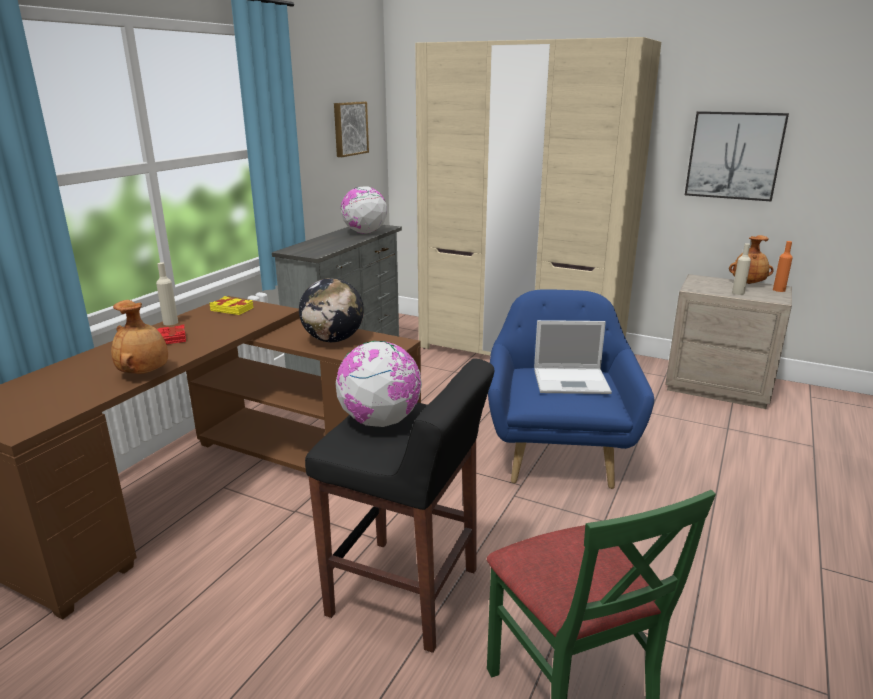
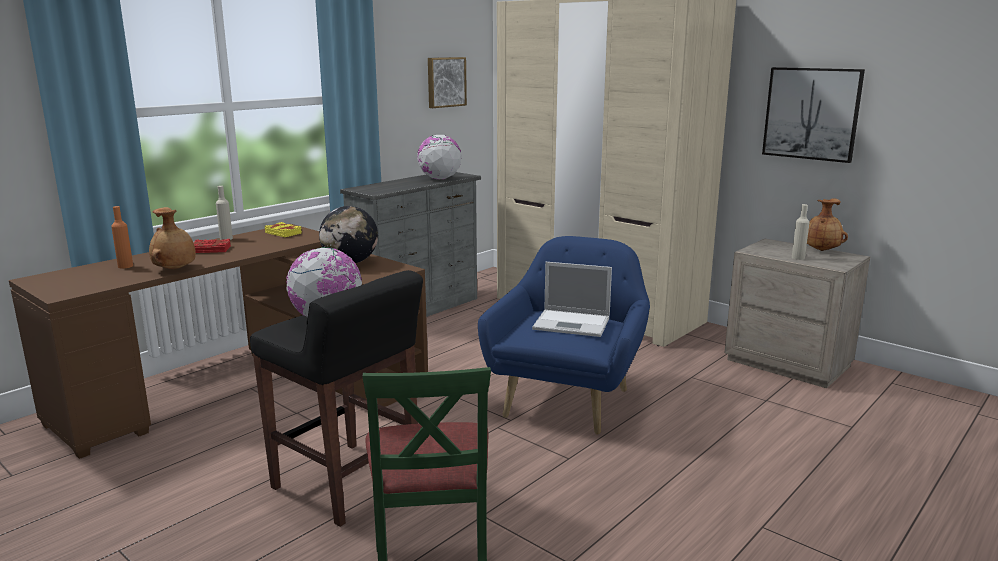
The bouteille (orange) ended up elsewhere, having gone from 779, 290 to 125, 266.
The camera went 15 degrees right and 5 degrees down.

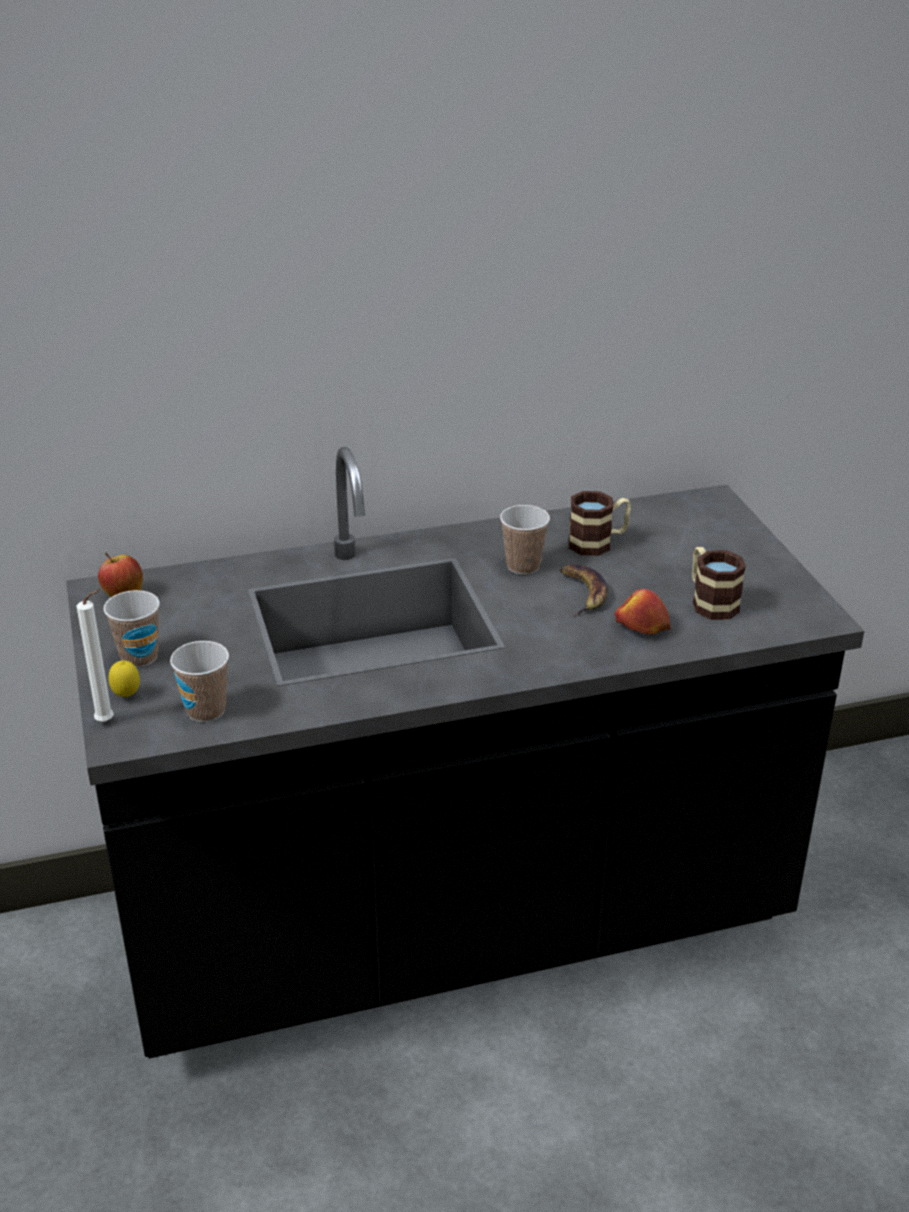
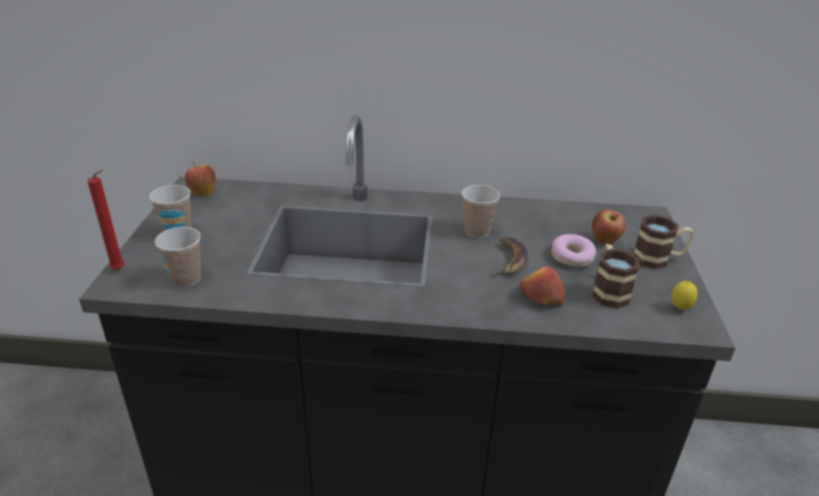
The mug ended up elsewhere, having gone from 598, 543 to 658, 259.
What was the bougie (blanc) at 108, 721 turned into the bougie (rouge) at 120, 270.
The citron ended up elsewhere, having gone from 127, 696 to 679, 309.
The second view gained the pomme at 605, 241.
The second view gained the beignet at 572, 257.
The camera went 20 degrees right and 0 degrees up.

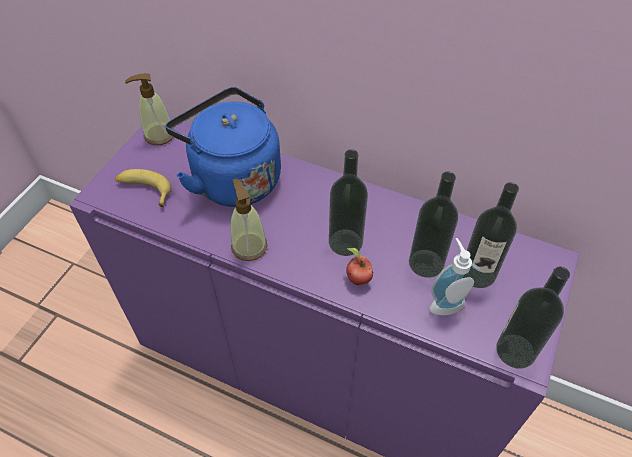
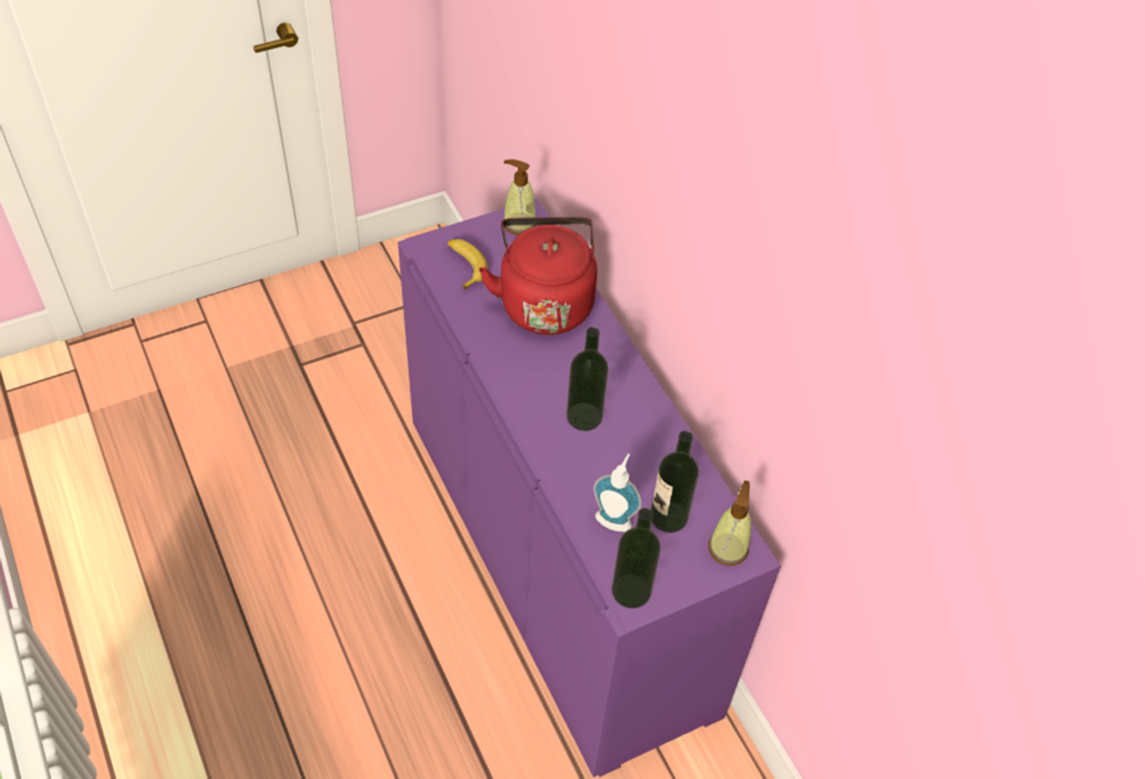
What was the bouilloire (bleu) at 232, 178 turned into the bouilloire (rouge) at 545, 301.
The second view lost the bouteille at 426, 263.
The distributeur de savon ended up elsewhere, having gone from 249, 246 to 728, 548.
The second view lost the pomme at 357, 279.
The camera went 35 degrees right and 0 degrees up.

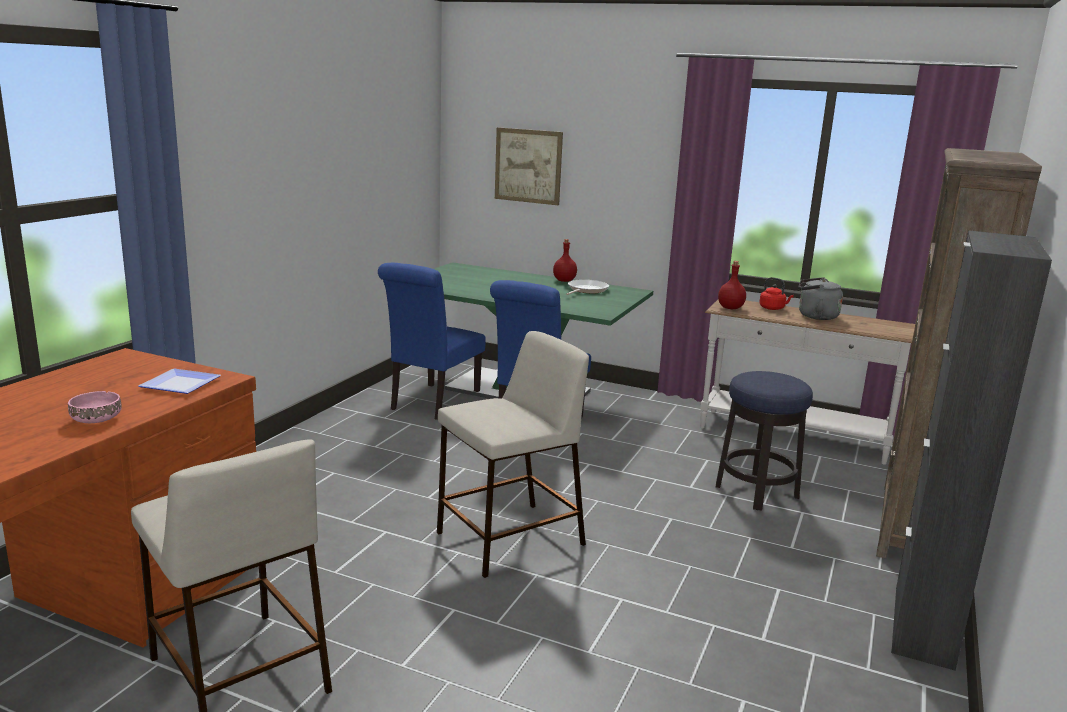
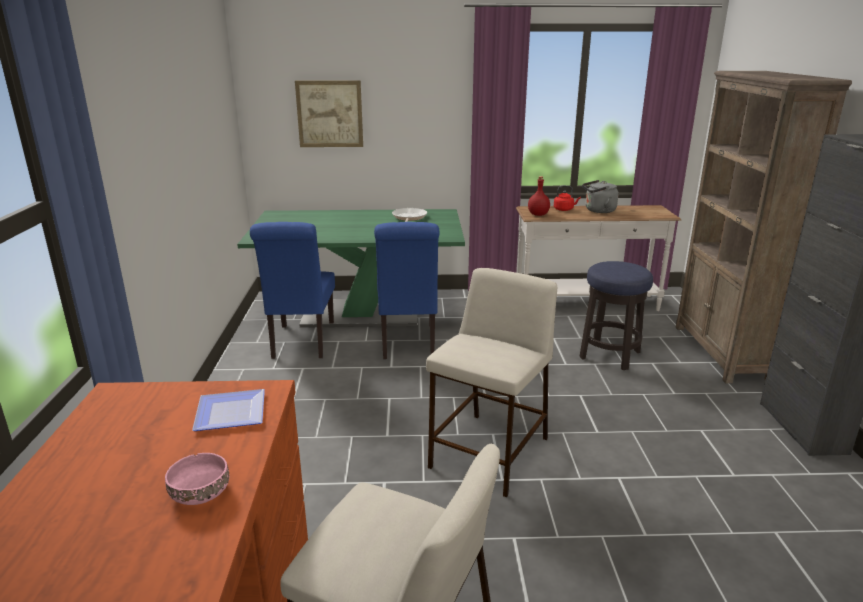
The second view lost the bouteille (rouge) at 564, 280.
The camera went 25 degrees left and 5 degrees up.

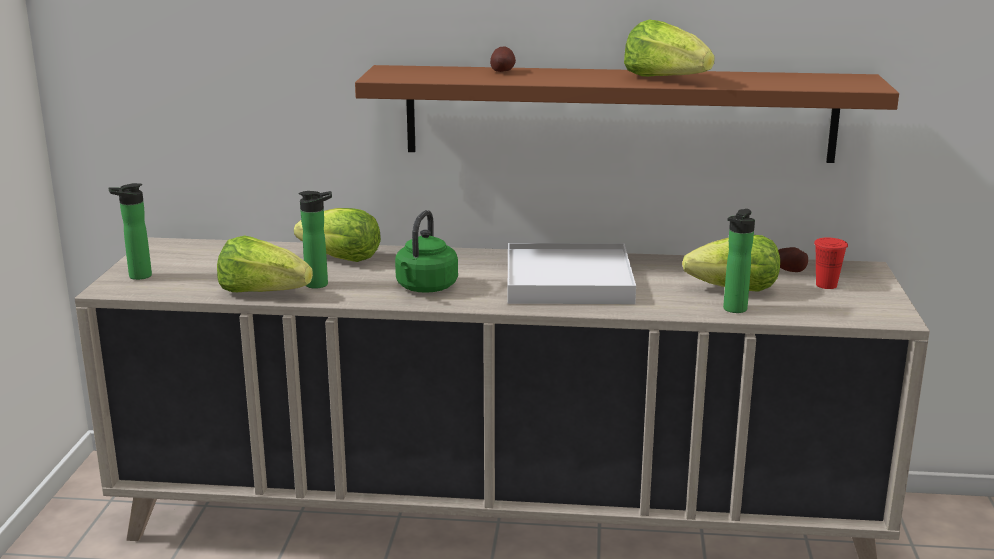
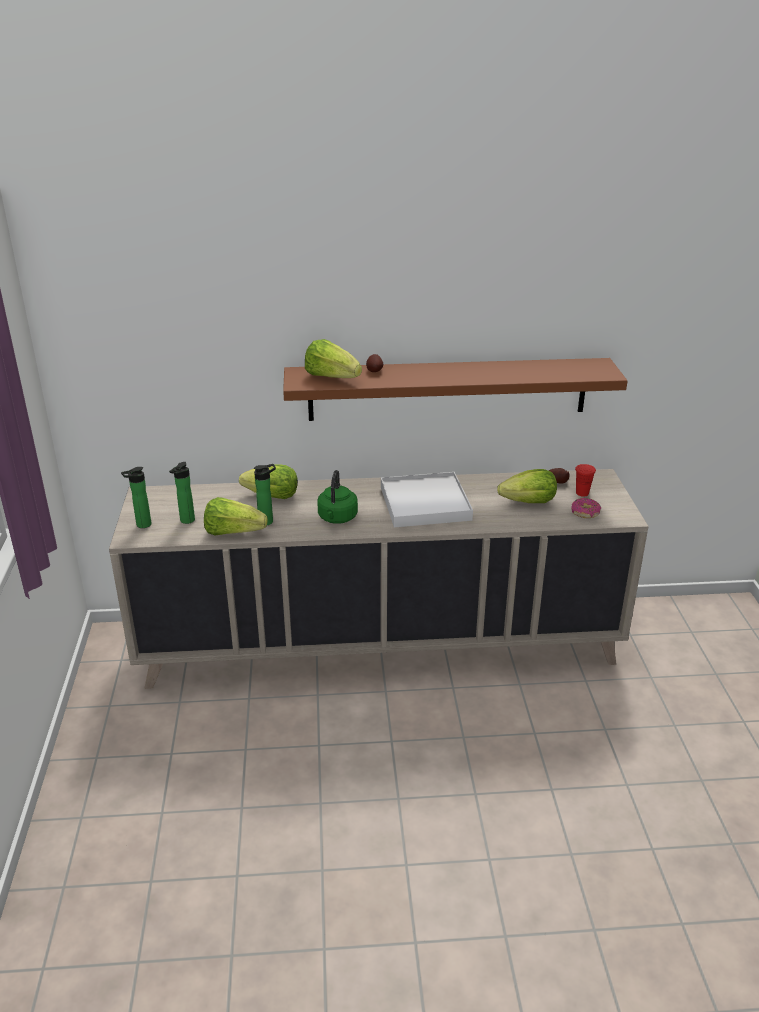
The laitue ended up elsewhere, having gone from 664, 79 to 332, 377.
The bouteille ended up elsewhere, having gone from 733, 310 to 186, 521.
The second view gained the beignet at 585, 513.
The camera went 10 degrees left and 10 degrees up.

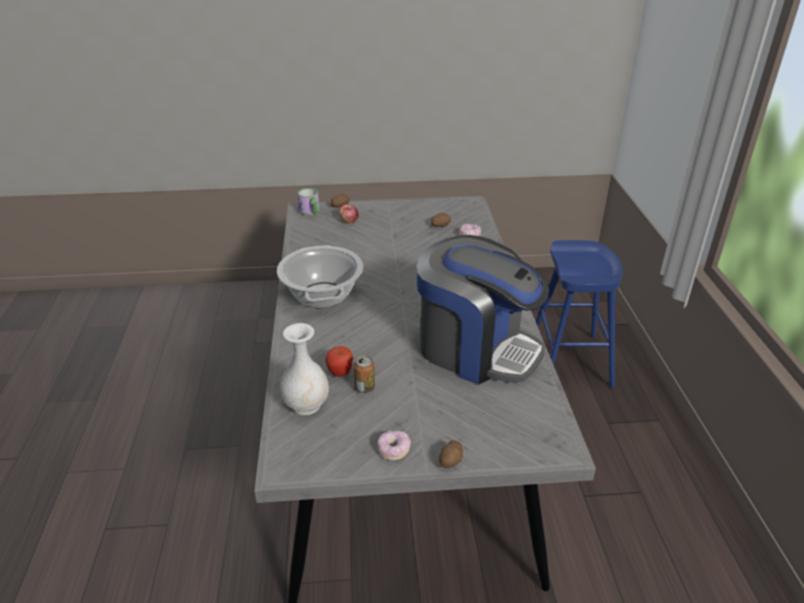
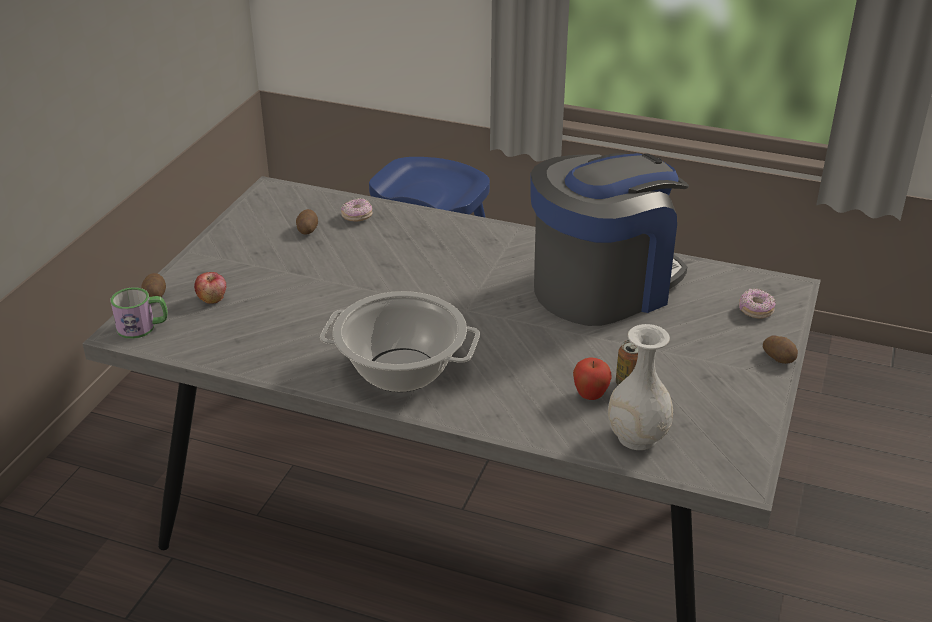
The beignet ended up elsewhere, having gone from 394, 450 to 755, 310.
The camera went 65 degrees left and 0 degrees up.

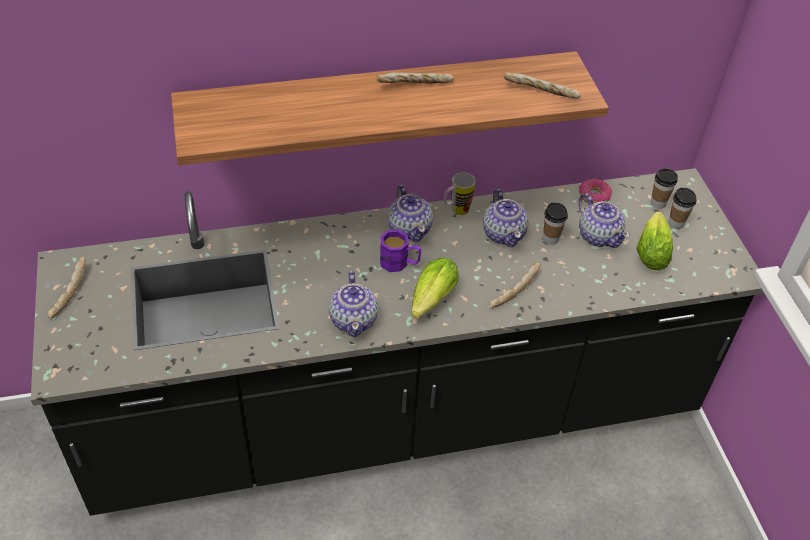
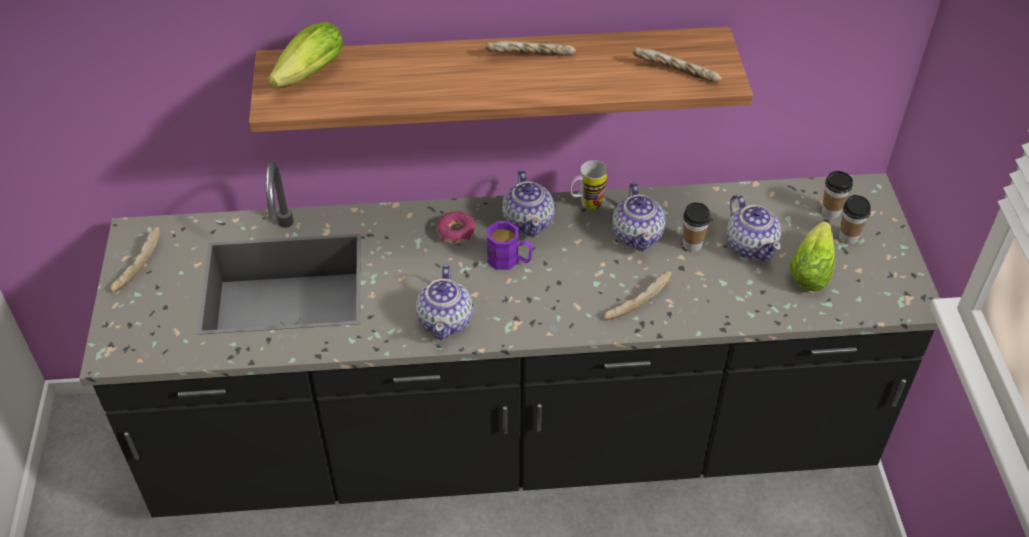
The beignet ended up elsewhere, having gone from 594, 196 to 456, 233.
The laitue ended up elsewhere, having gone from 430, 301 to 306, 76.
The camera went 10 degrees right and 0 degrees up.

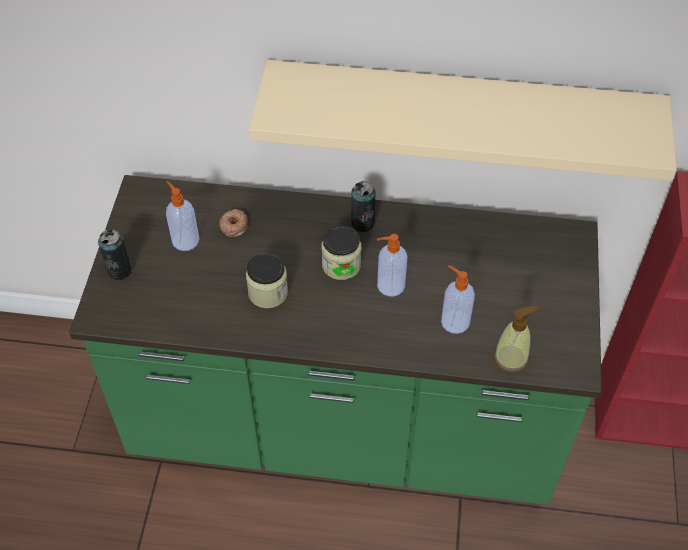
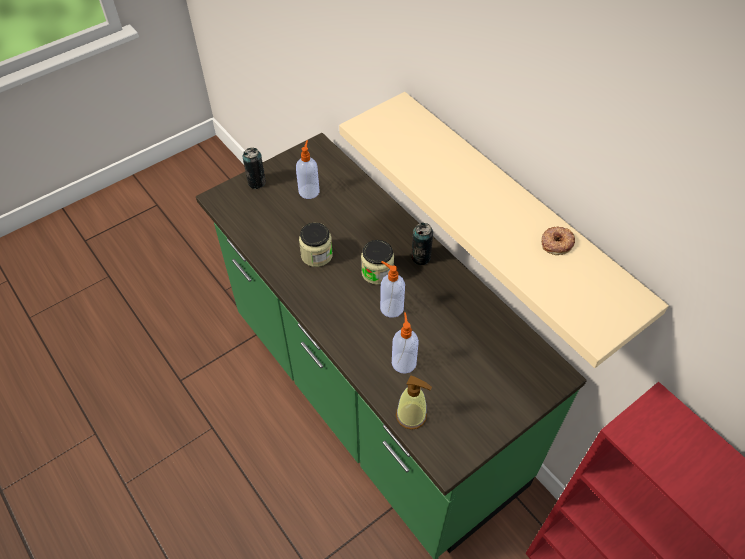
The beignet ended up elsewhere, having gone from 233, 225 to 556, 243.
The camera went 45 degrees right and 0 degrees up.

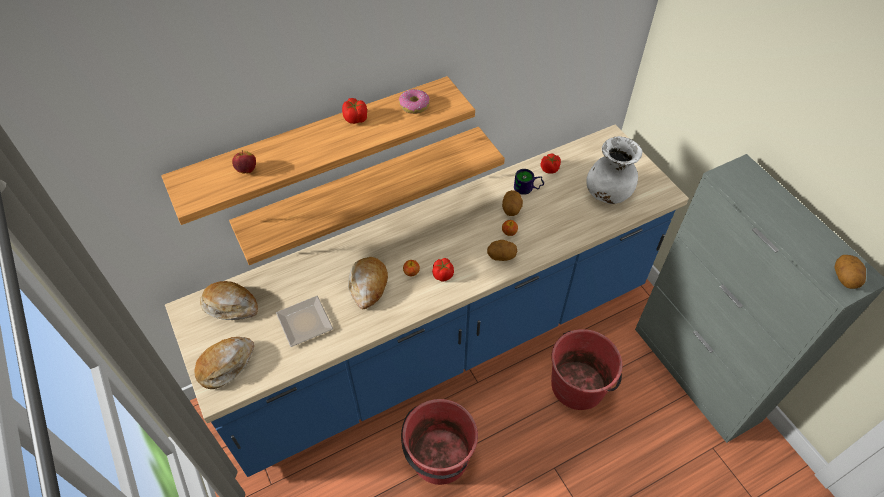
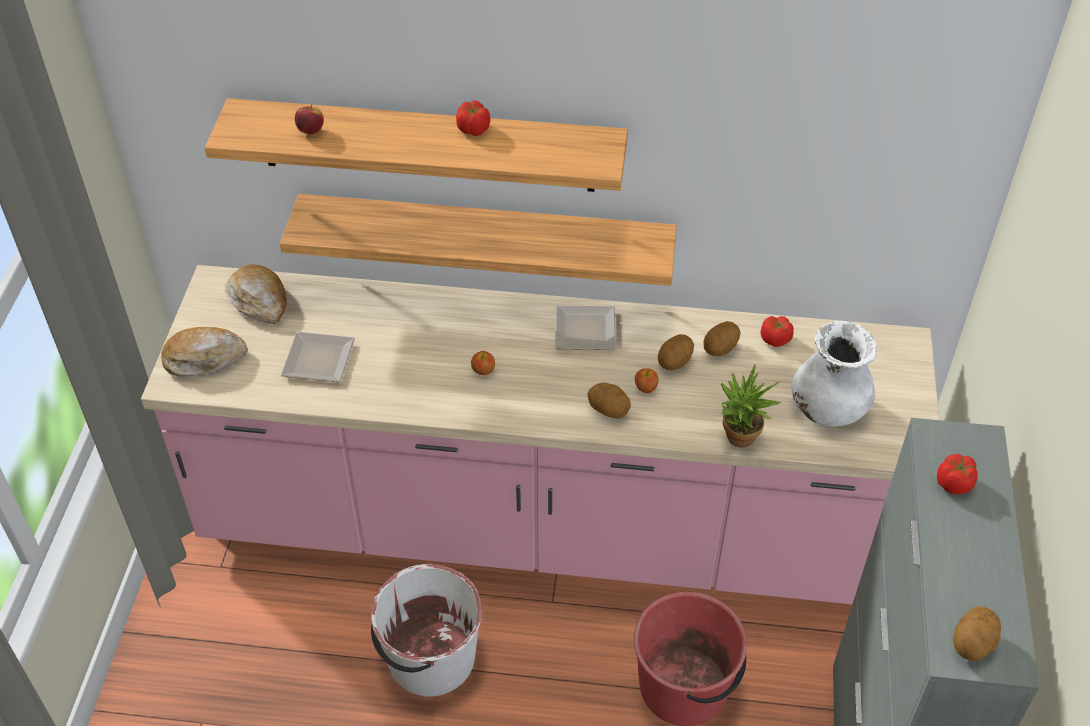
The second view lost the beignet at 414, 105.
What was the comptoir de cuisine (bleu) at 442, 344 turned into the comptoir de cuisine (rose) at 545, 529.
Where the mug stood at 528, 189, the pomme de terre came to stand at 720, 349.
The second view lost the pain at 368, 285.
The tomate ended up elsewhere, having gone from 443, 274 to 954, 483.
What was the seau (rouge) at 439, 457 turned into the seau (blanc) at 430, 659.
The second view gained the assiette at 587, 332.
The second view gained the plante en pot at 739, 441.
The camera went 35 degrees right and 5 degrees down.

